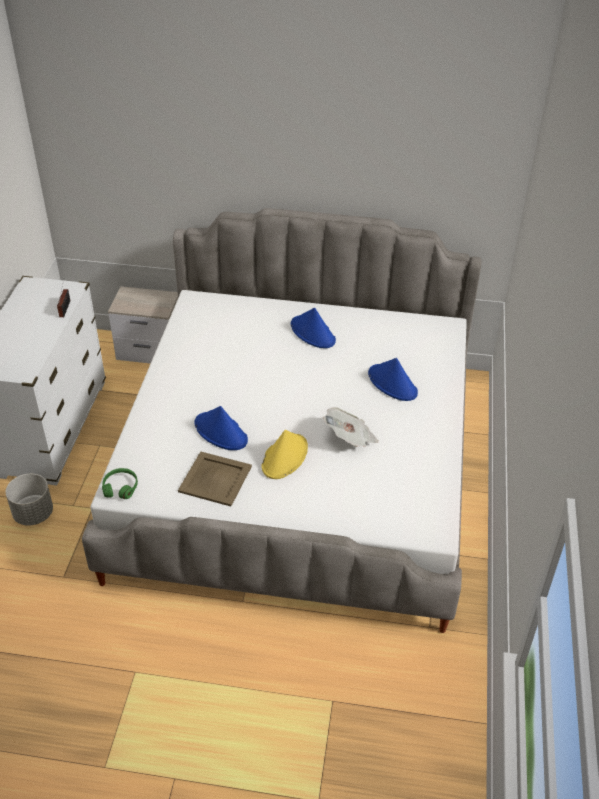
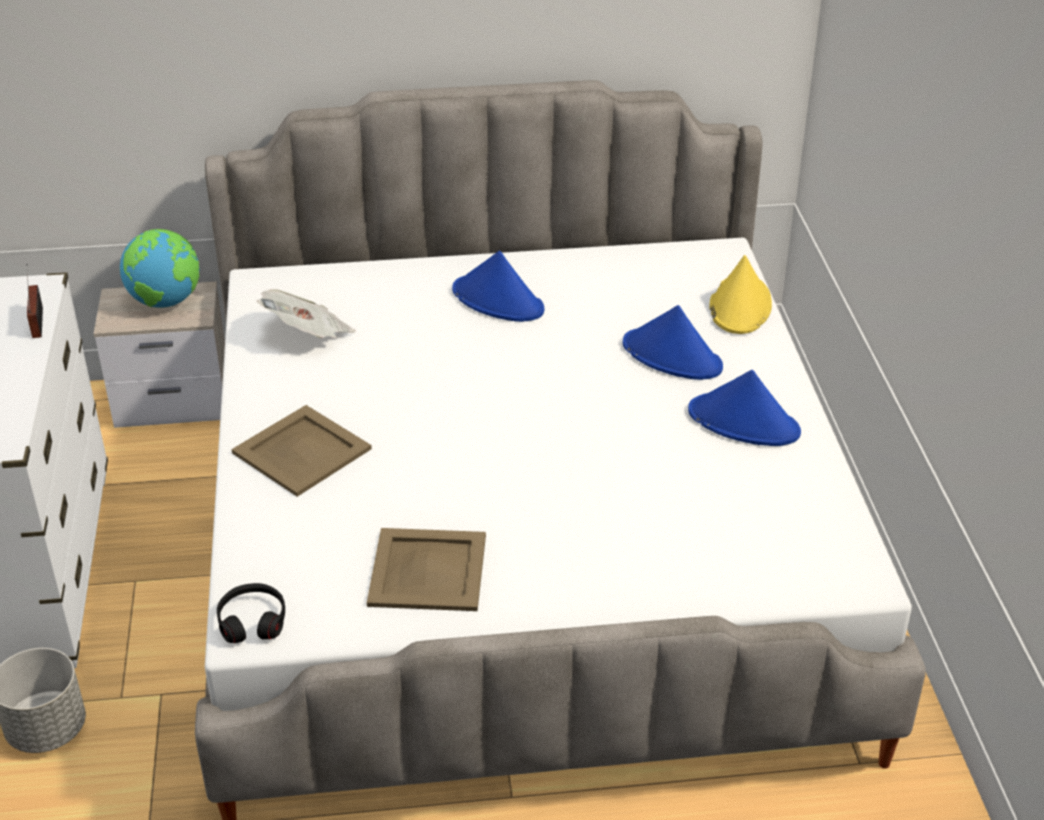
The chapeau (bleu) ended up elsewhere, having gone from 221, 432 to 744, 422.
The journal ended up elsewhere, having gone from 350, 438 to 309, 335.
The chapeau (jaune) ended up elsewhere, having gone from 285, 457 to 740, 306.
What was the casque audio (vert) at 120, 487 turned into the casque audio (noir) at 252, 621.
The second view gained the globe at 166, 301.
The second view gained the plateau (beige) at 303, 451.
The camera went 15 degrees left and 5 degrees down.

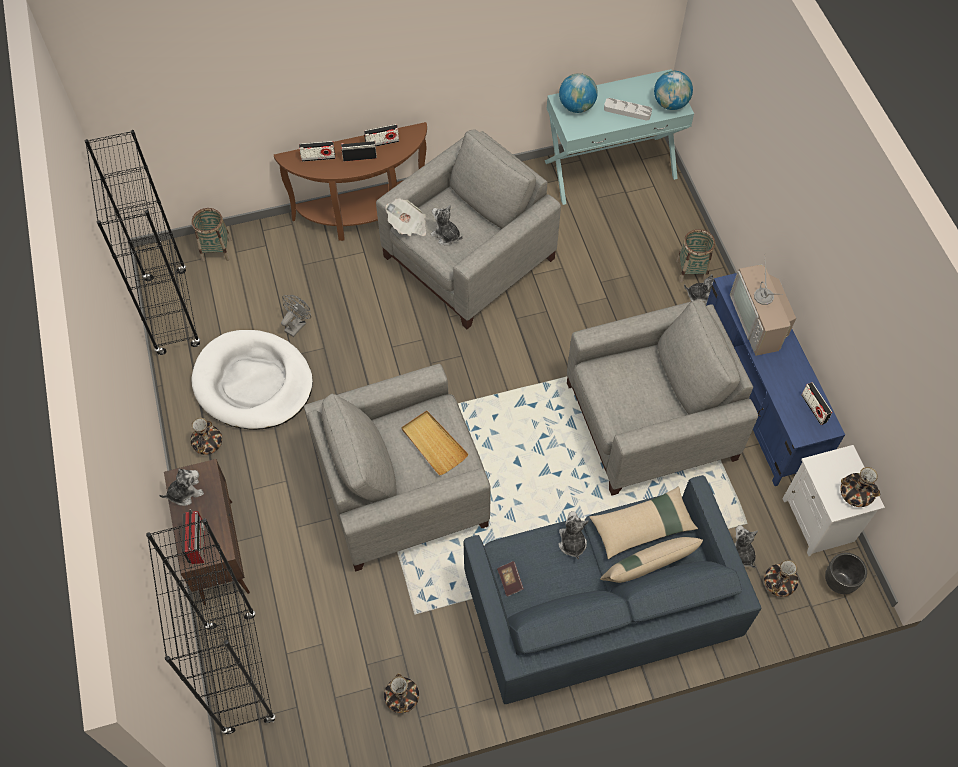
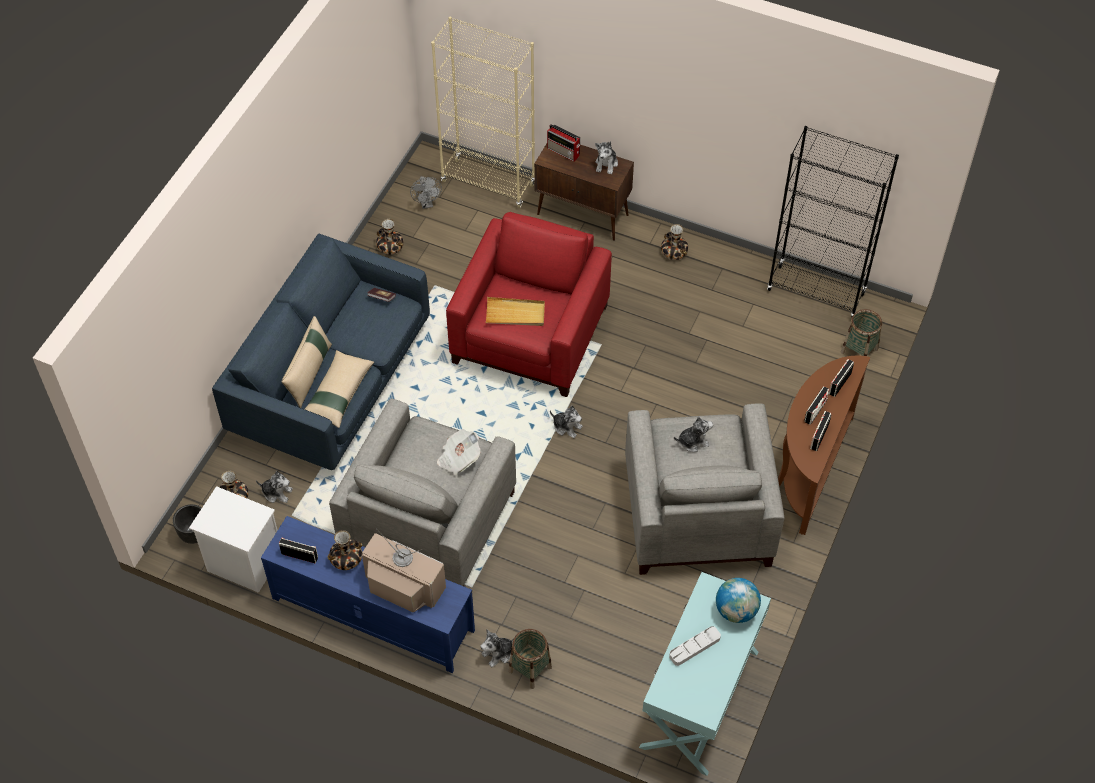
The second view lost the globe at 670, 104.
The journal ended up elsewhere, having gone from 408, 225 to 458, 458.
The ventilateur (gris) ended up elsewhere, having gone from 297, 325 to 427, 204.
The second view lost the panier pour chien (blanc) at 253, 383.
What was the fauteuil (gris) at 403, 487 turned into the fauteuil (rouge) at 530, 336.
The vase ended up elsewhere, having gone from 856, 494 to 346, 559.
The peluche ended up elsewhere, having gone from 572, 542 to 567, 427.
What was the bibliothèque (noir) at 240, 673 turned into the bibliothèque (beige) at 488, 183.
The camera went 130 degrees right and 5 degrees down.

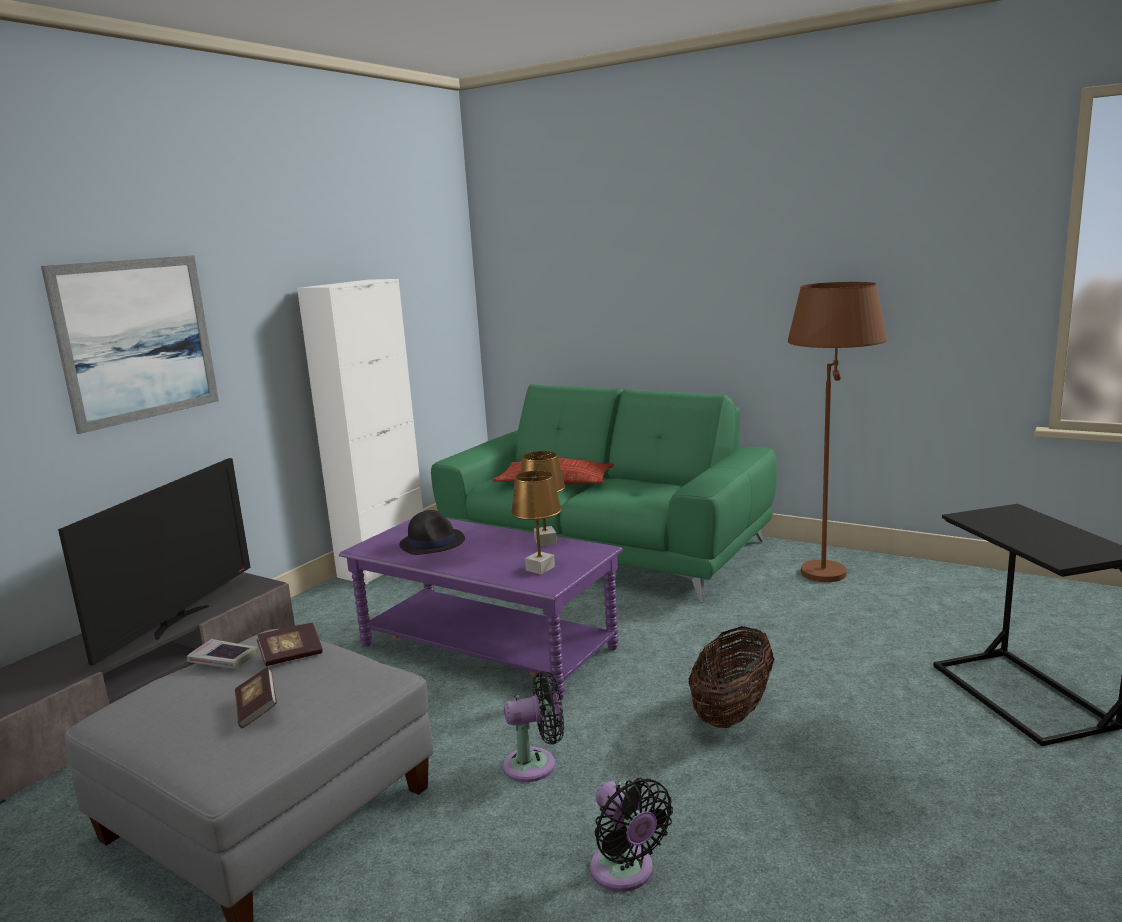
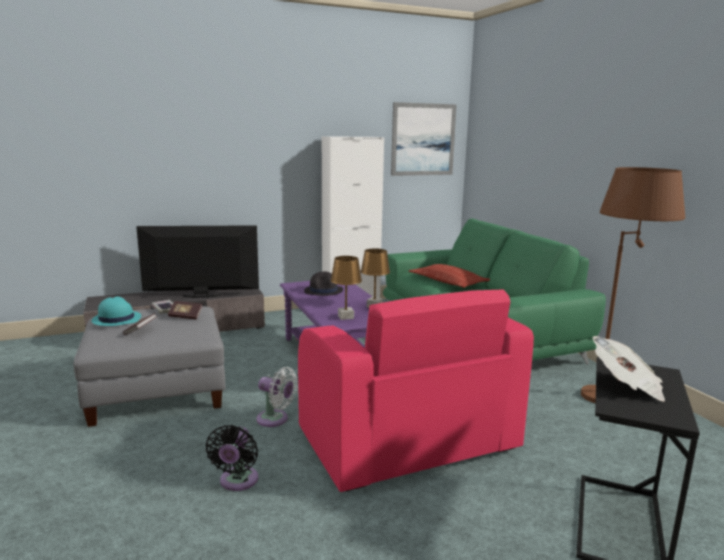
The tableau ended up elsewhere, having gone from 137, 340 to 423, 139.
The téléviseur at 177, 621 ended up facing another way, 150 degrees counterclockwise from before.
Where the panier stood at 732, 712, the fauteuil (rose) came to stand at 406, 442.
What was the ventilateur (noir) at 535, 764 turned into the ventilateur (blanc) at 275, 419.
The second view gained the chapeau (turquoise) at 116, 319.
The second view gained the journal at 627, 386.
The camera went 35 degrees right and 0 degrees up.

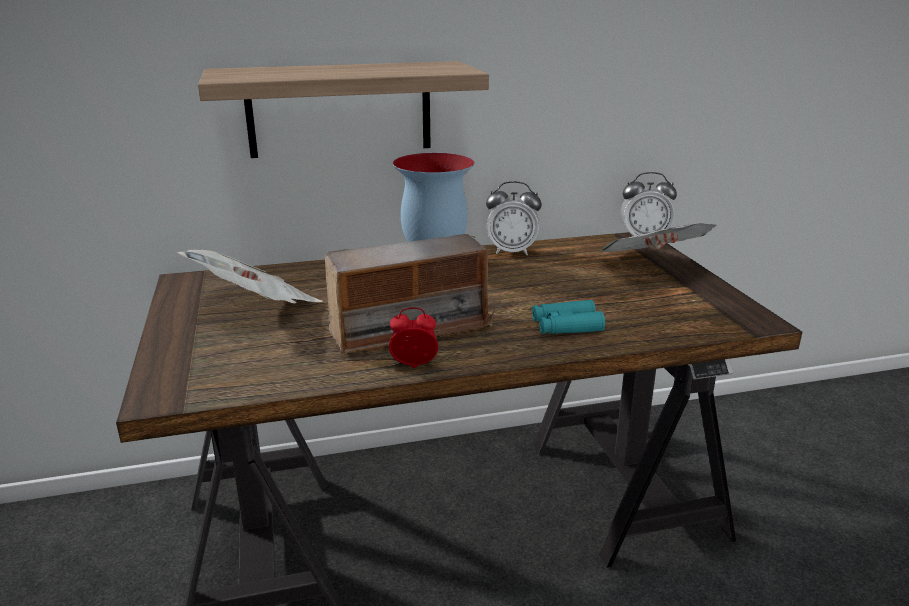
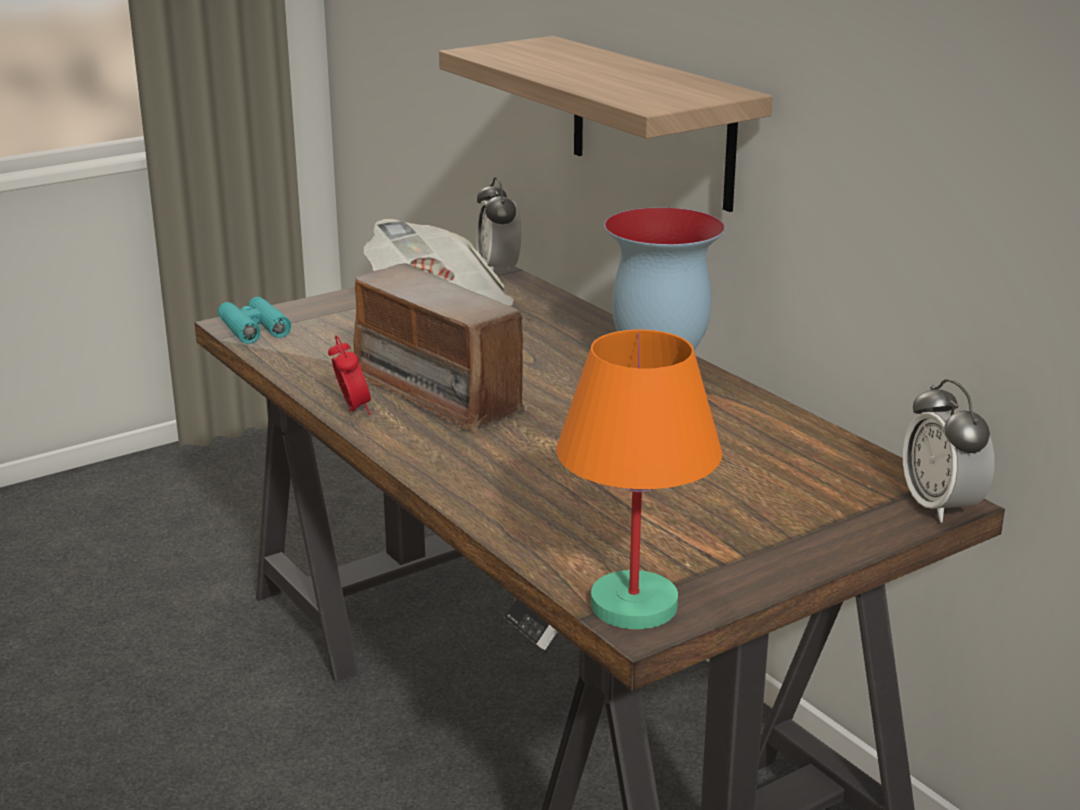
The réveil ended up elsewhere, having gone from 512, 251 to 498, 270.
The second view lost the journal at 651, 267.
The jumelles (turquoise) ended up elsewhere, having gone from 566, 326 to 254, 329.
The second view gained the lampe de table (orange) at 635, 604.
The camera went 70 degrees right and 0 degrees up.

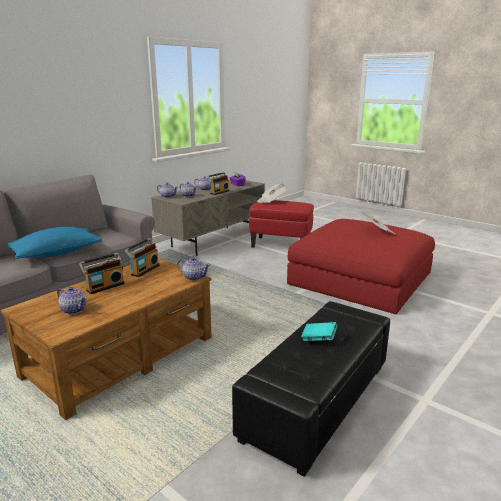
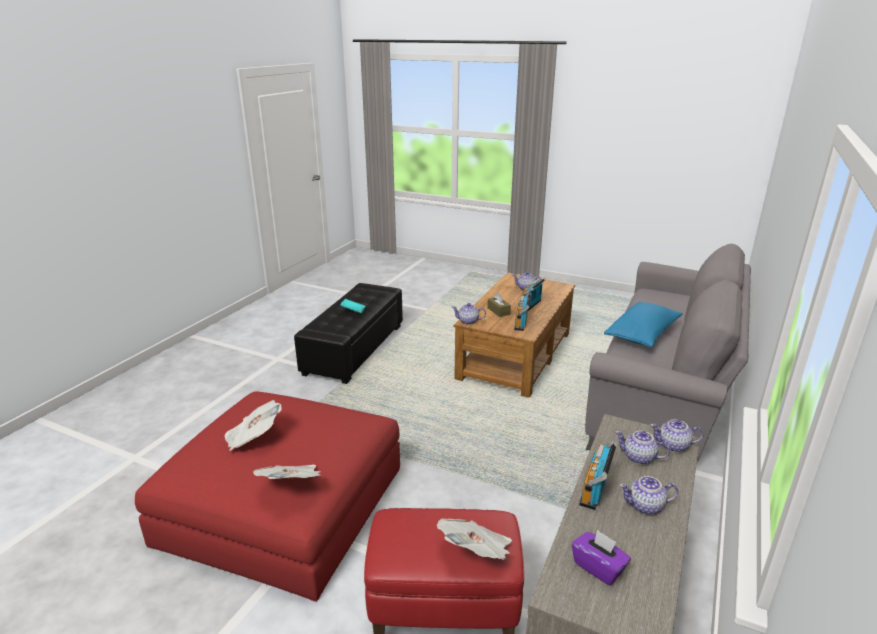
The second view gained the boîte à mouchoirs (marron) at 498, 311.
The second view gained the journal at 292, 485.
The camera went 165 degrees right and 5 degrees up.

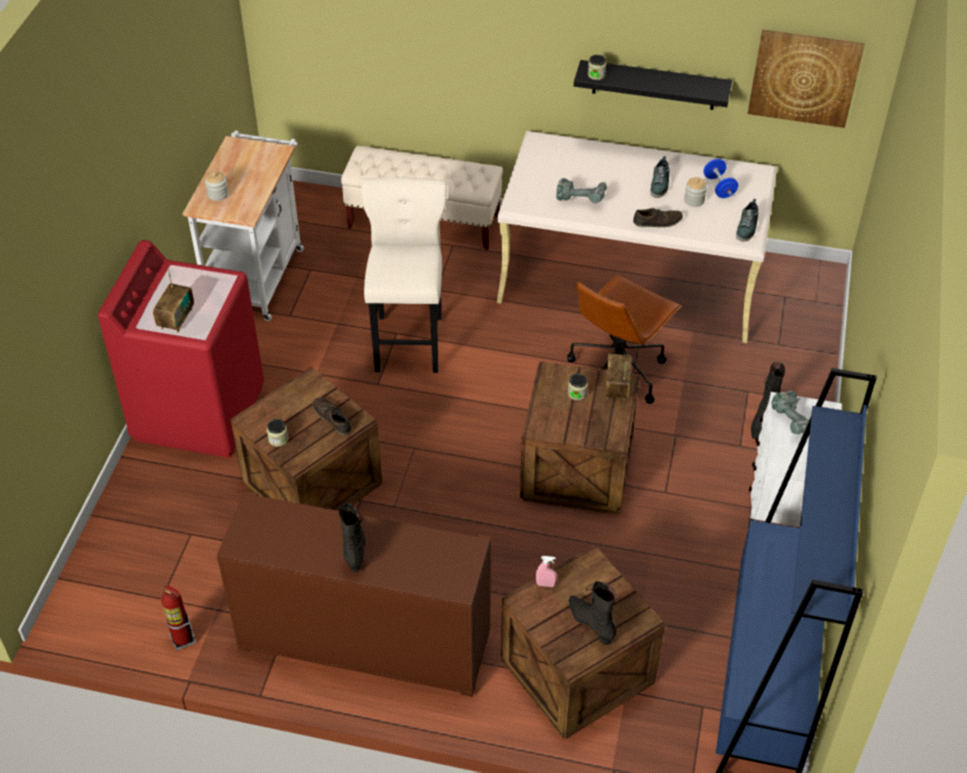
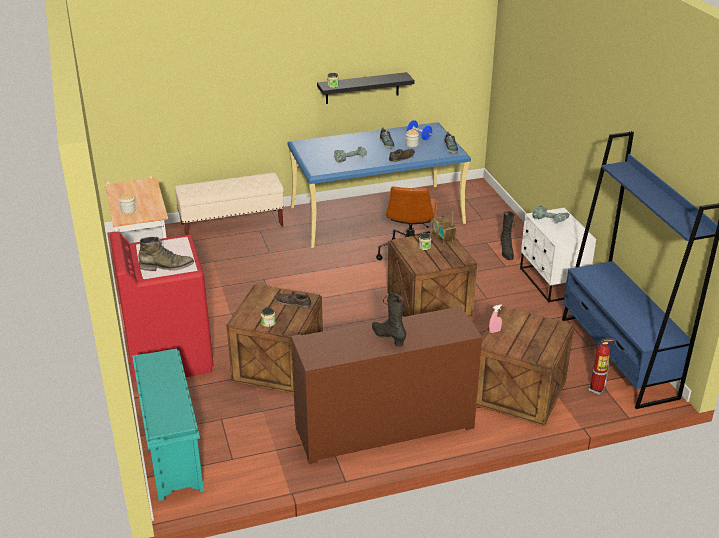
The second view lost the tableau at 804, 77.
What was the bureau (beige) at 631, 278 turned into the bureau (bleu) at 377, 215.
The second view lost the tabouret (beige) at 409, 340.
Where the radio stood at 176, 318, the botte (vert) came to stand at 167, 266.
The second view lost the botte (noir) at 591, 624.
The extincteur ended up elsewhere, having gone from 182, 640 to 597, 389.
The second view gained the étagère à chaussures (turquoise) at 171, 451.
The camera went 30 degrees left and 15 degrees down.

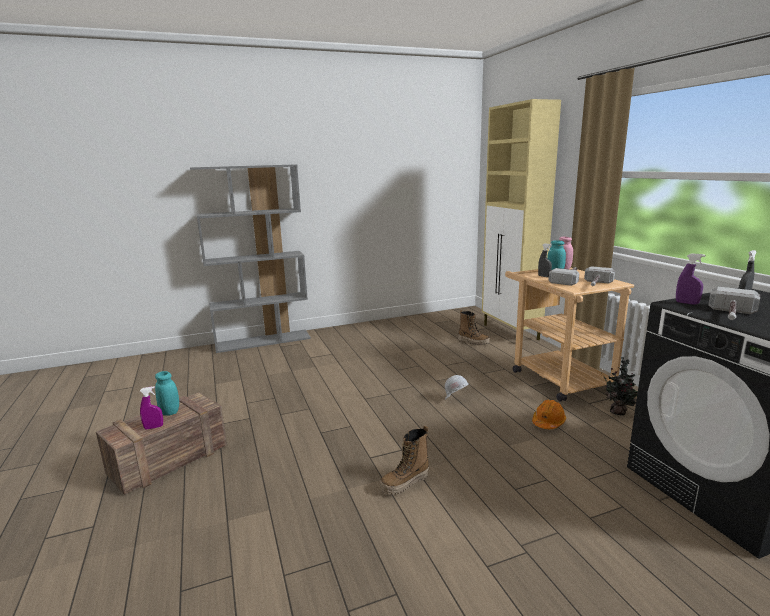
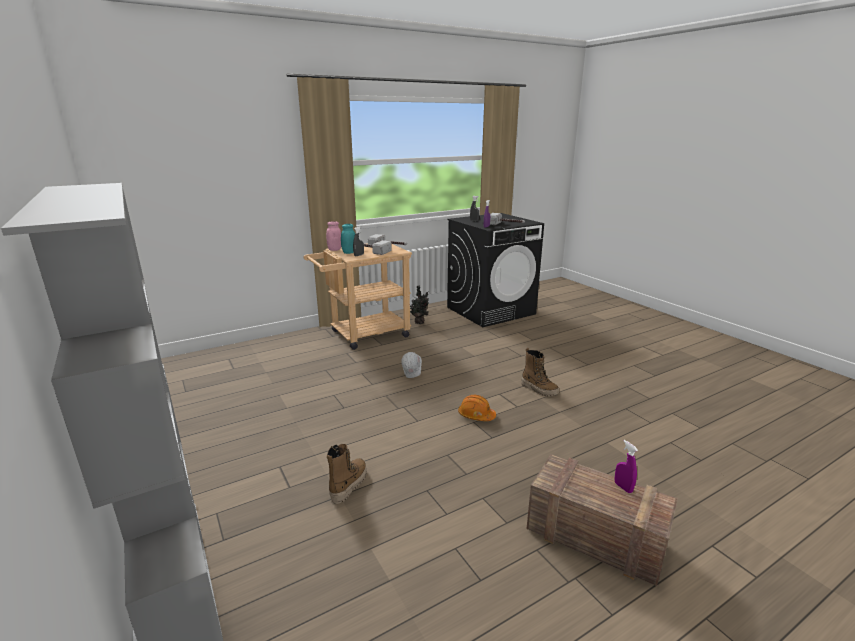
The second view lost the meuble de rangement (beige) at 511, 332.
The botte ended up elsewhere, having gone from 473, 342 to 348, 485.
The second view lost the bocal (turquoise) at 170, 412.
The casque de chantier (orange) ended up elsewhere, having gone from 548, 422 to 476, 415.
The camera went 100 degrees left and 5 degrees up.

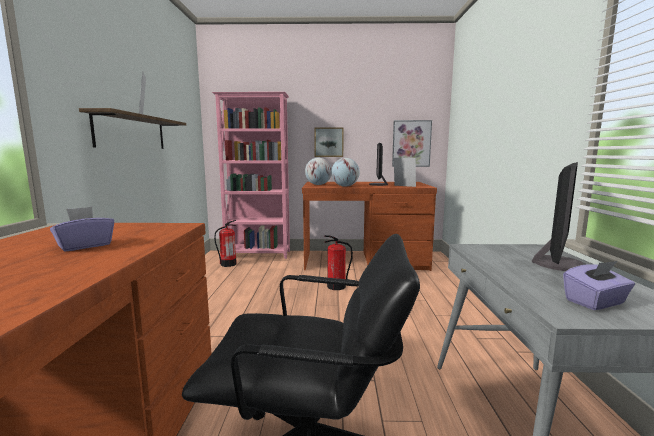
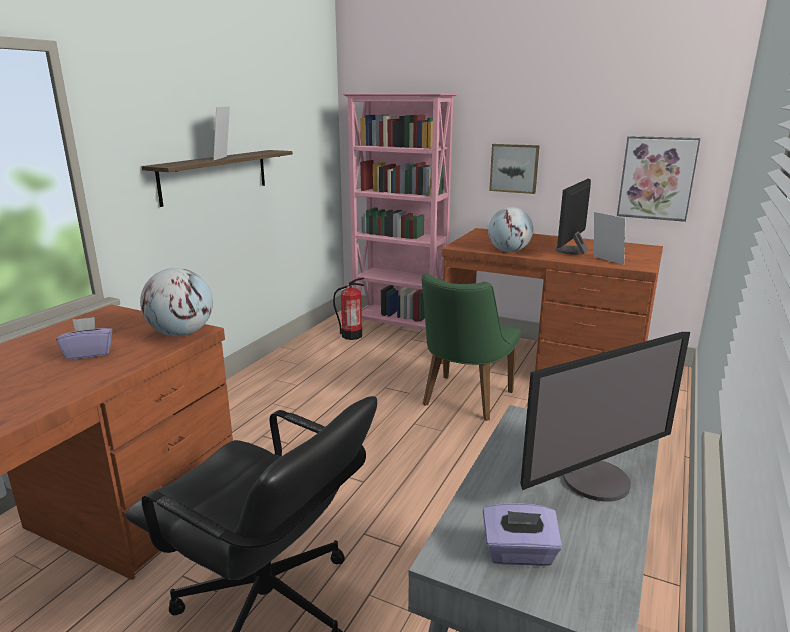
The globe ended up elsewhere, having gone from 318, 185 to 181, 333.
Where the extincteur stood at 336, 286, the chaise (vert) came to stand at 463, 401.
The camera went 25 degrees right and 10 degrees up.

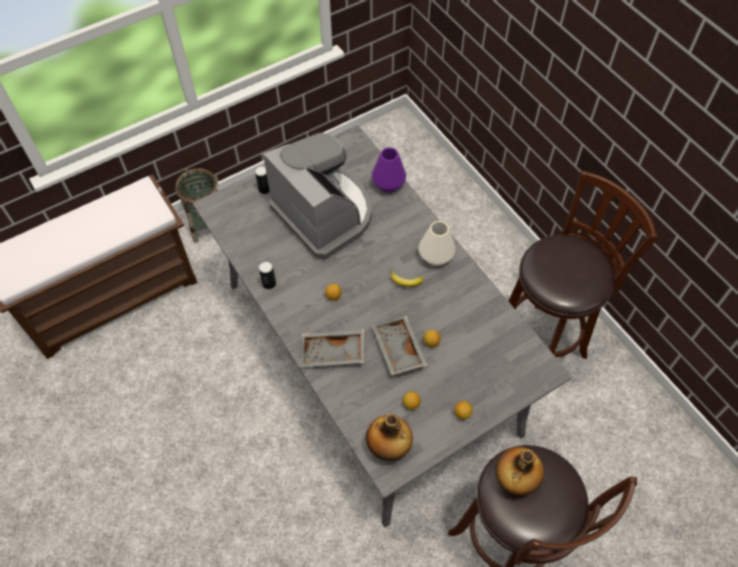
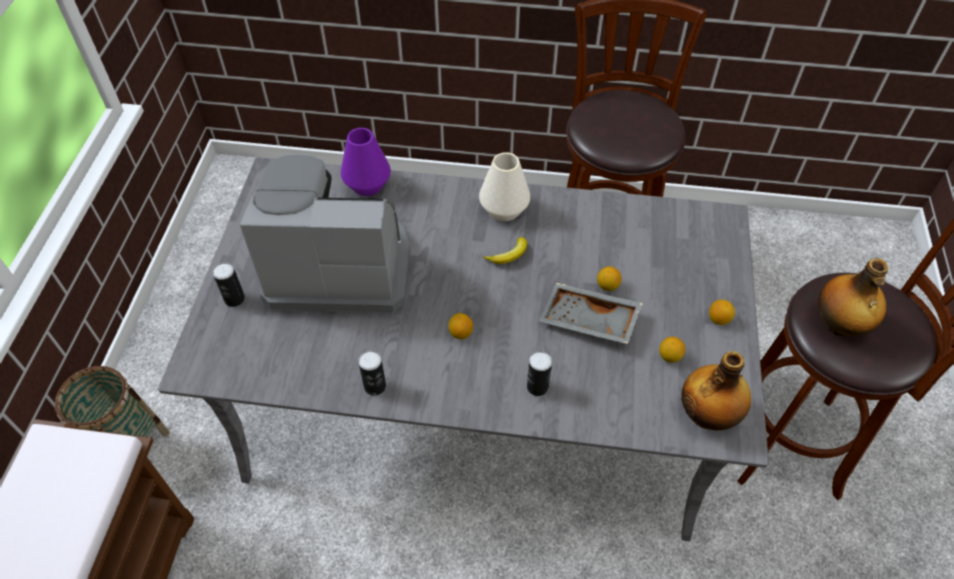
Where the plateau (gris) stood at 332, 353, the boîte métallique came to stand at 537, 386.
The camera went 50 degrees left and 5 degrees down.

